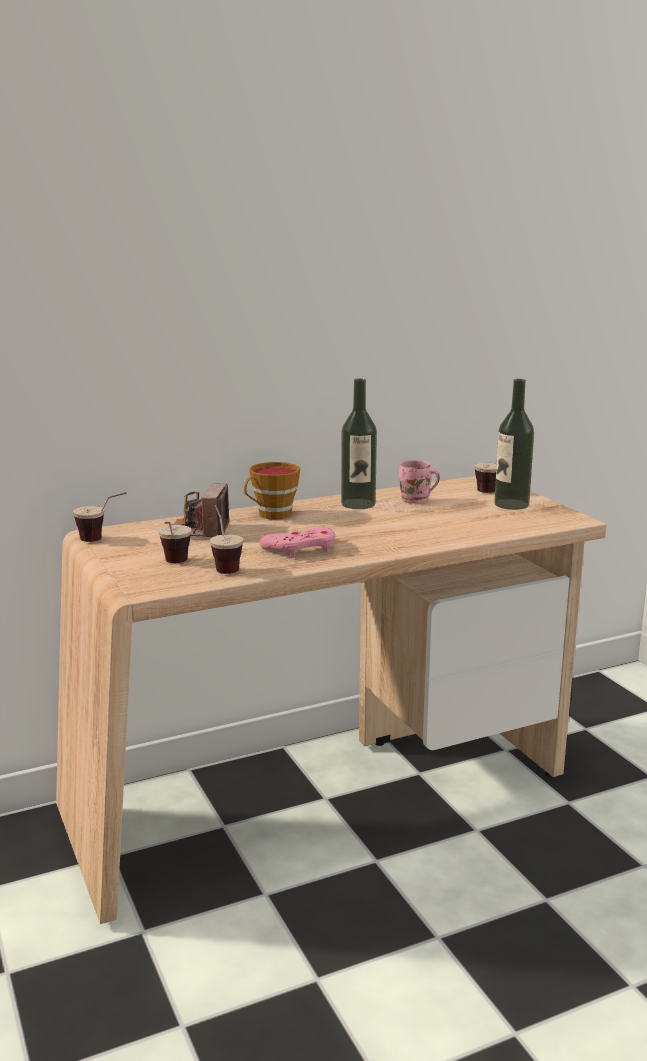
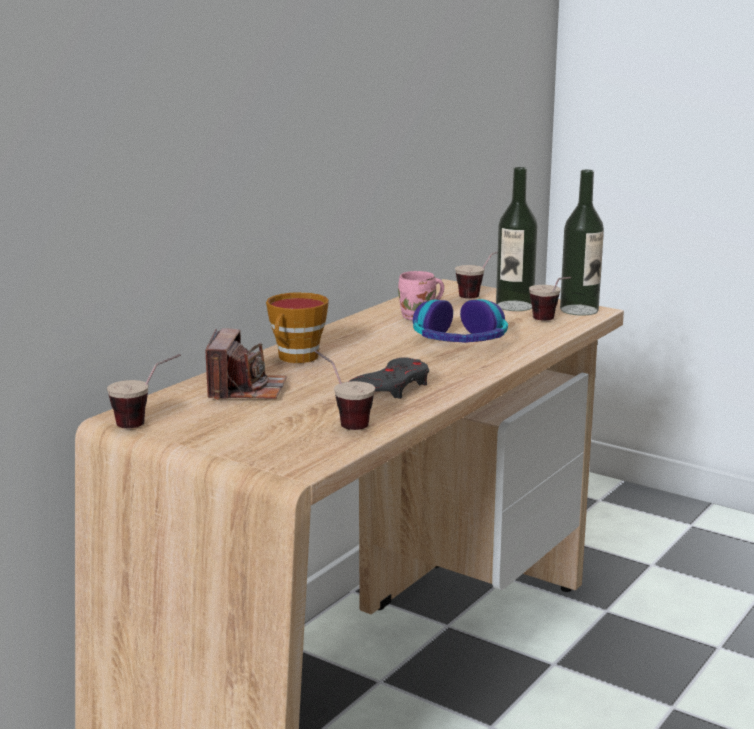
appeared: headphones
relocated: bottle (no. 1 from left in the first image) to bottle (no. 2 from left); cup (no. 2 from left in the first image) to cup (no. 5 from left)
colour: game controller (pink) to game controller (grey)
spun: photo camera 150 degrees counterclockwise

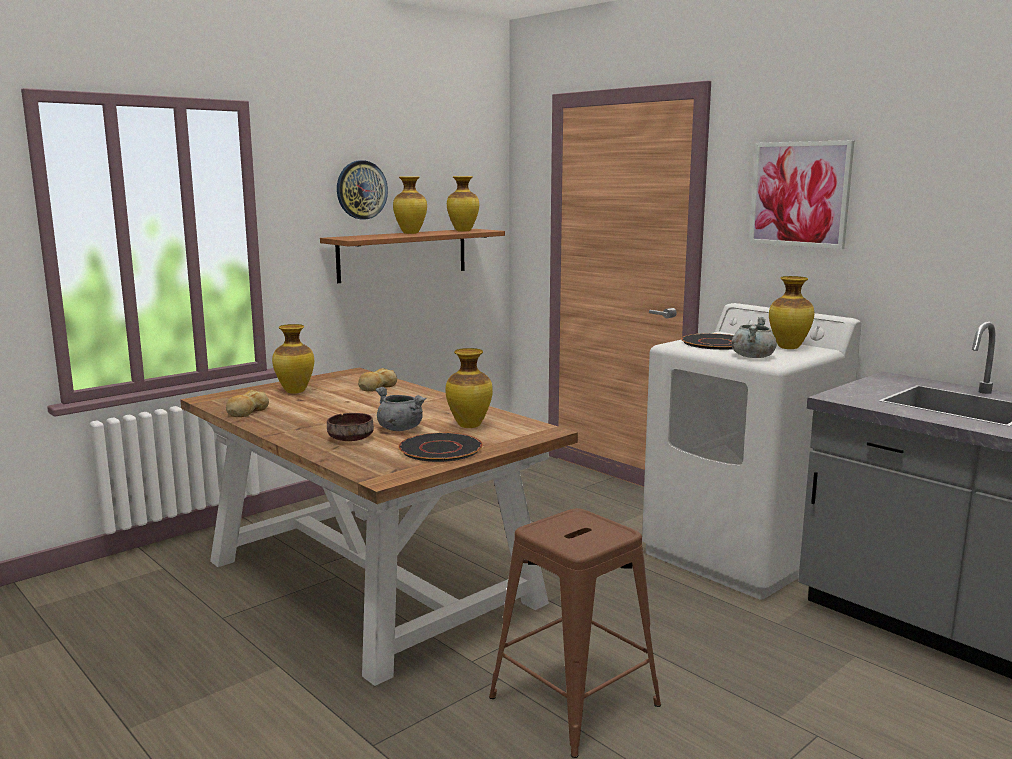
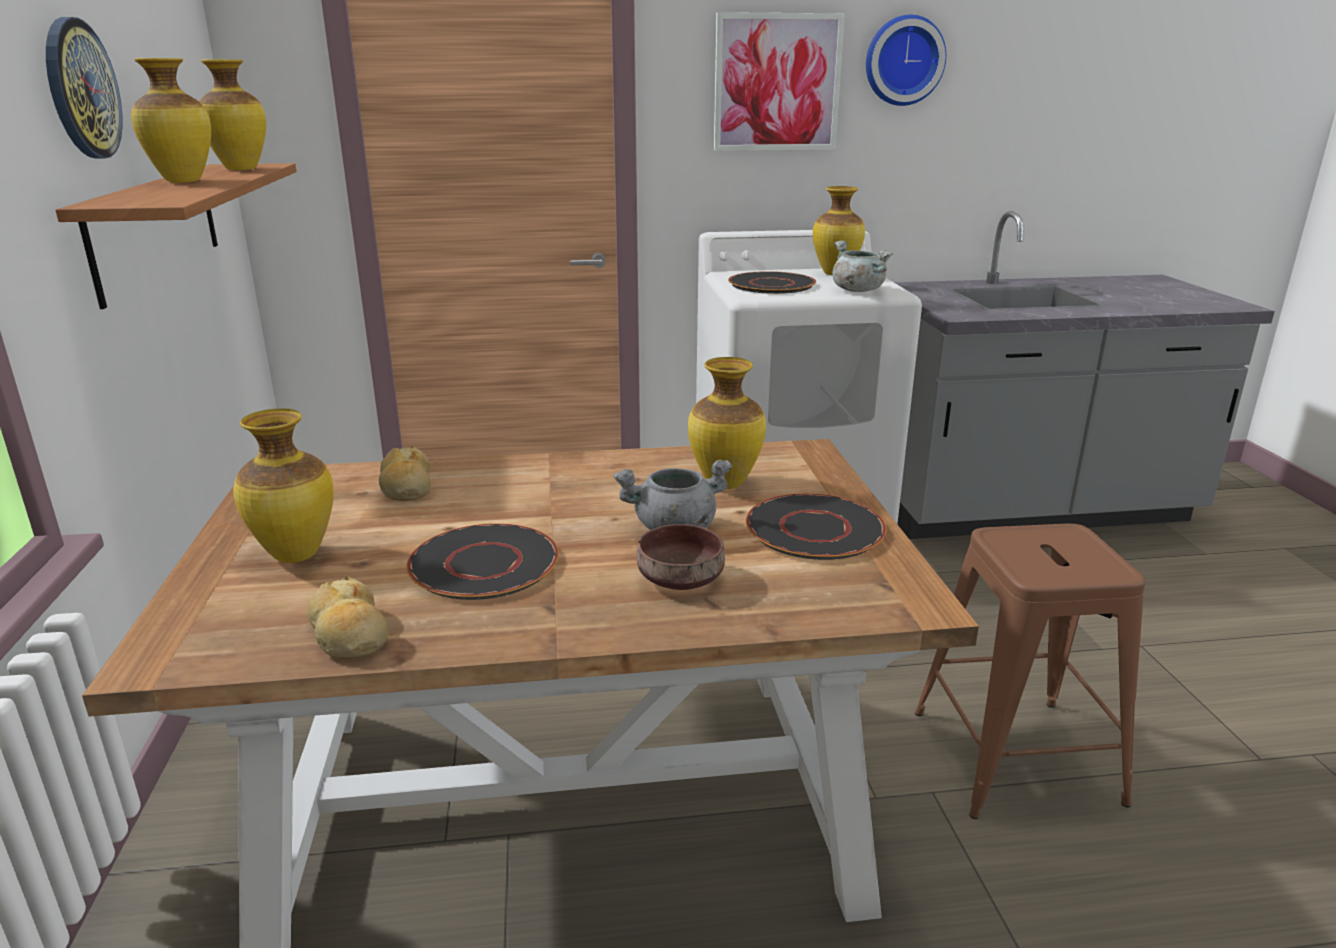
appeared: wall clock (no. 2 from left); plate (black) (no. 1 from left)

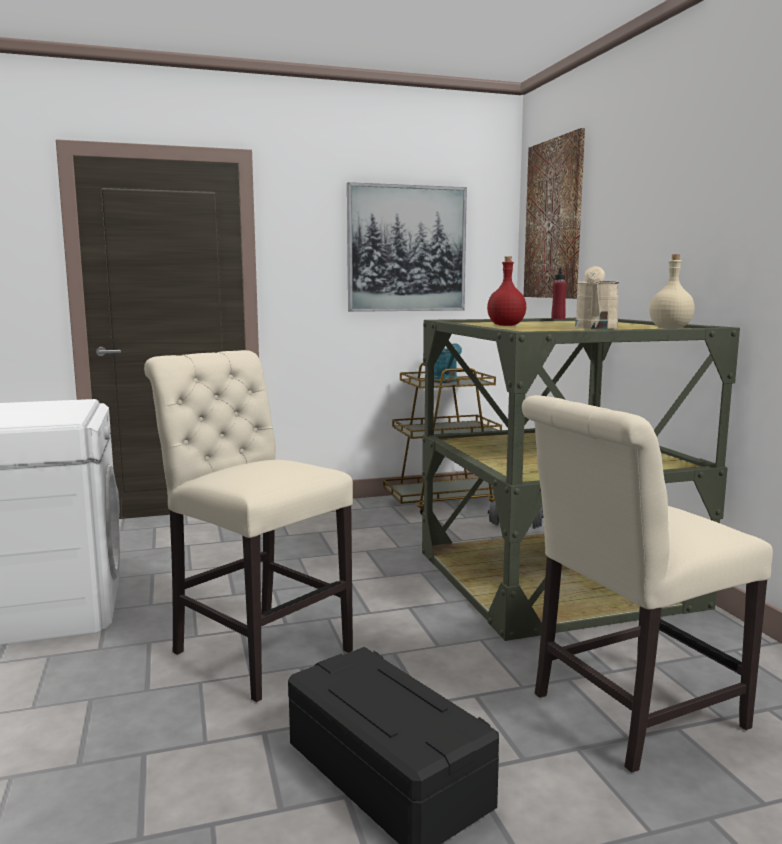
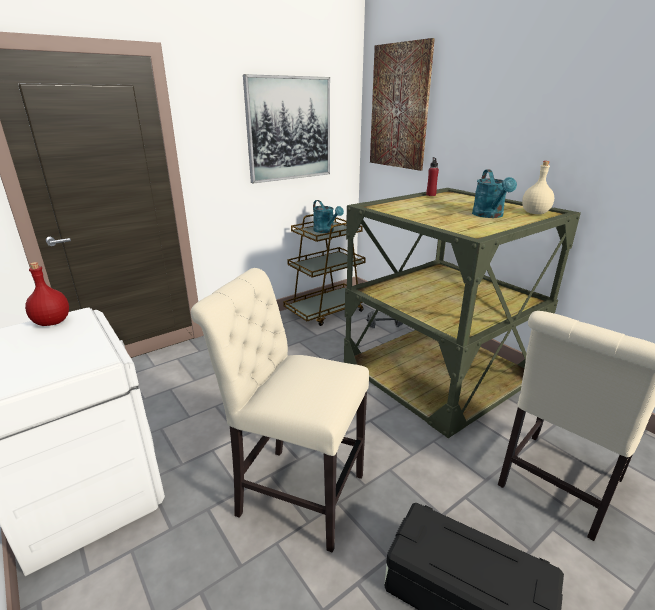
relocated: bottle (red) (no. 1 from left)
colour: watering can (beige) to watering can (turquoise) (no. 2 from left)

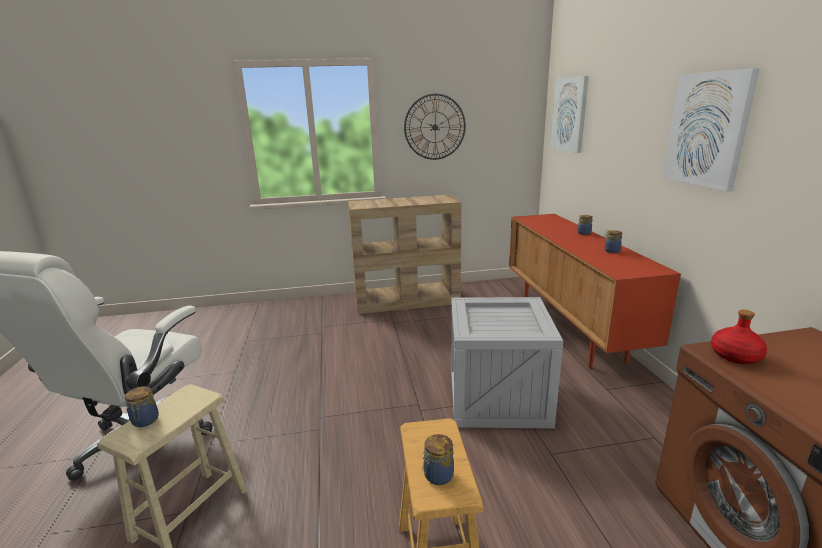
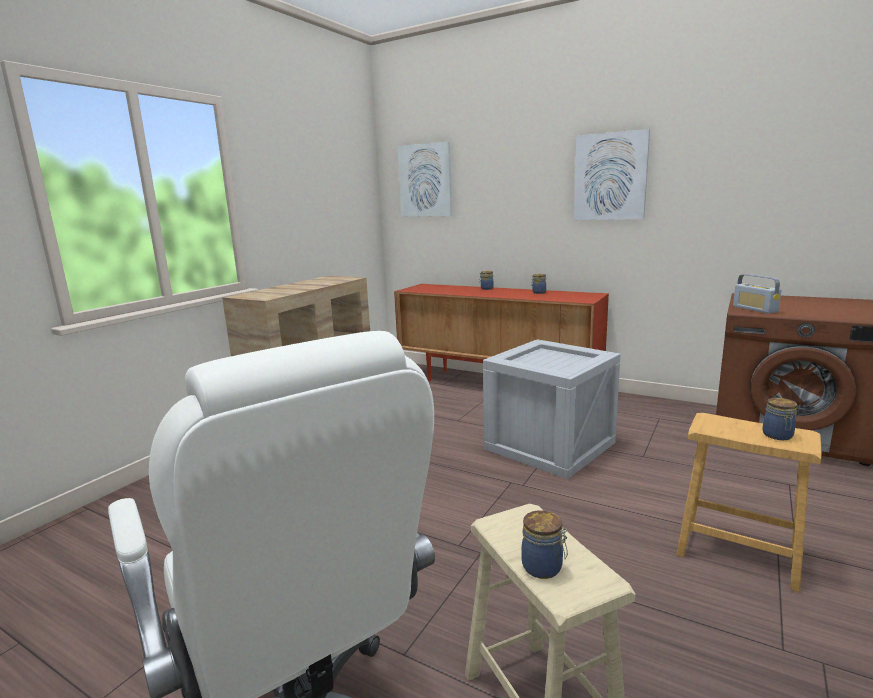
missing: wall clock
exchanged: bottle (red) to radio

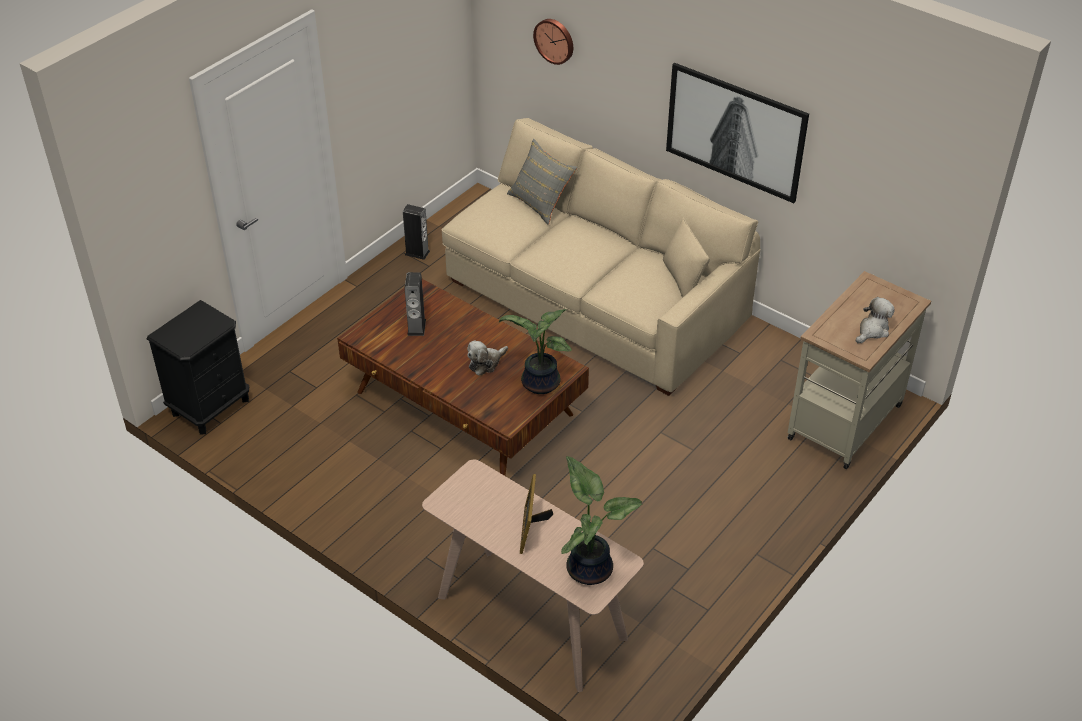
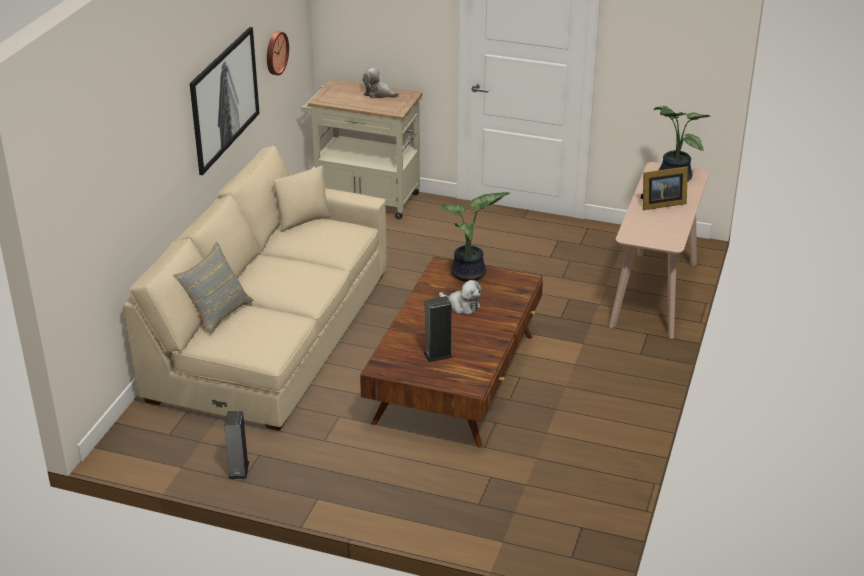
missing: nightstand (black)
relocated: wall clock

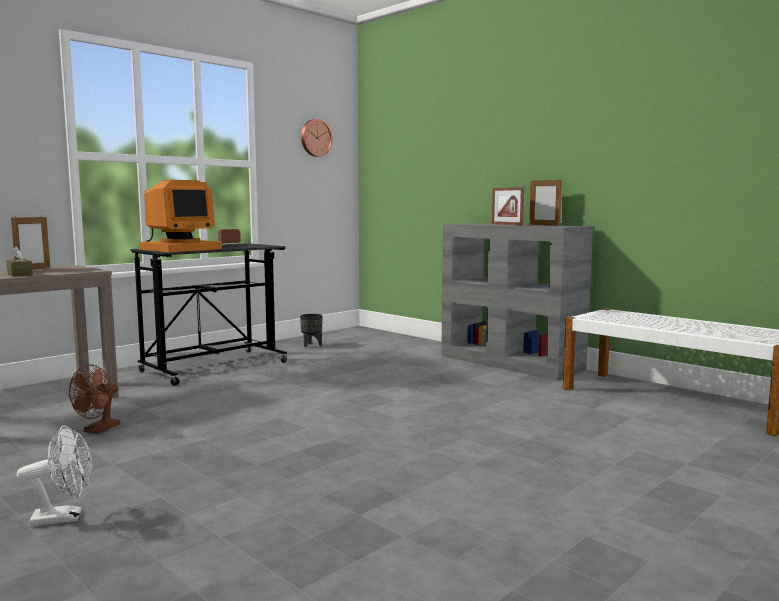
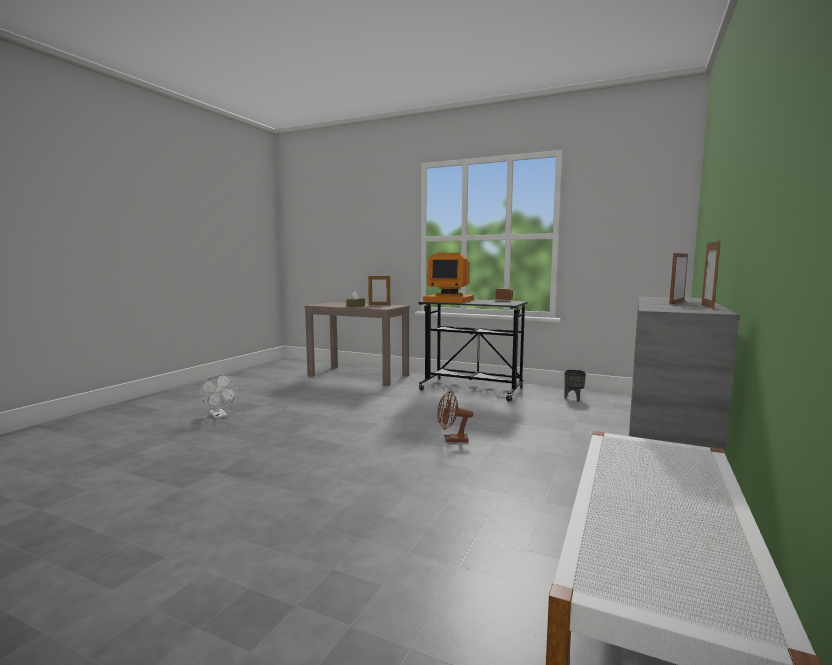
missing: wall clock
relocated: fan (brown)

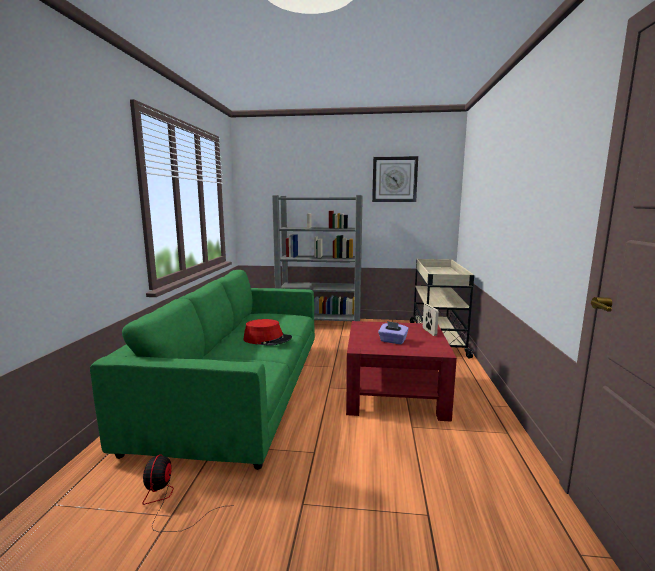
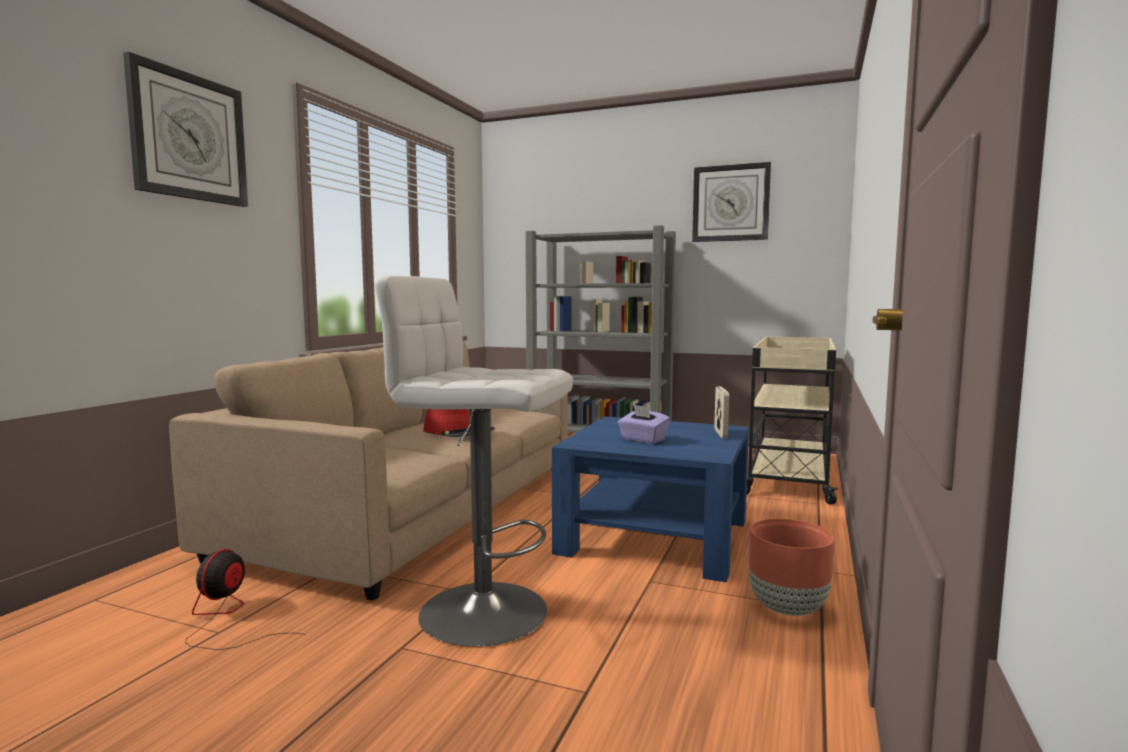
appeared: wall clock (no. 1 from left); stool (white); planter (brown)
colour: sofa (green) to sofa (beige); coffee table (red) to coffee table (blue)

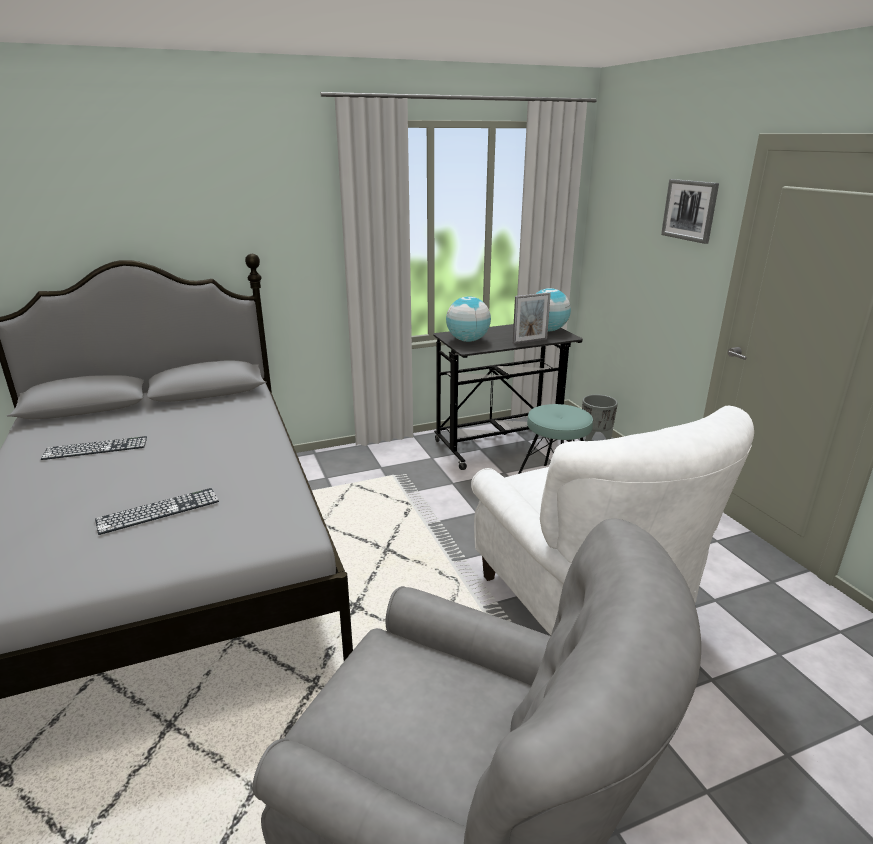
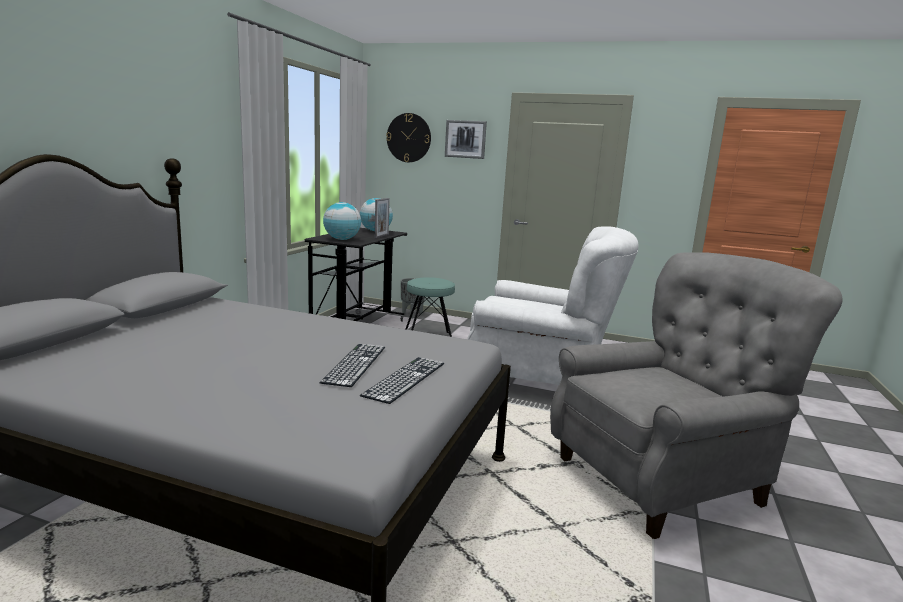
appeared: wall clock
relocated: keyboard (no. 1 from left in the first image) to keyboard (no. 2 from left)

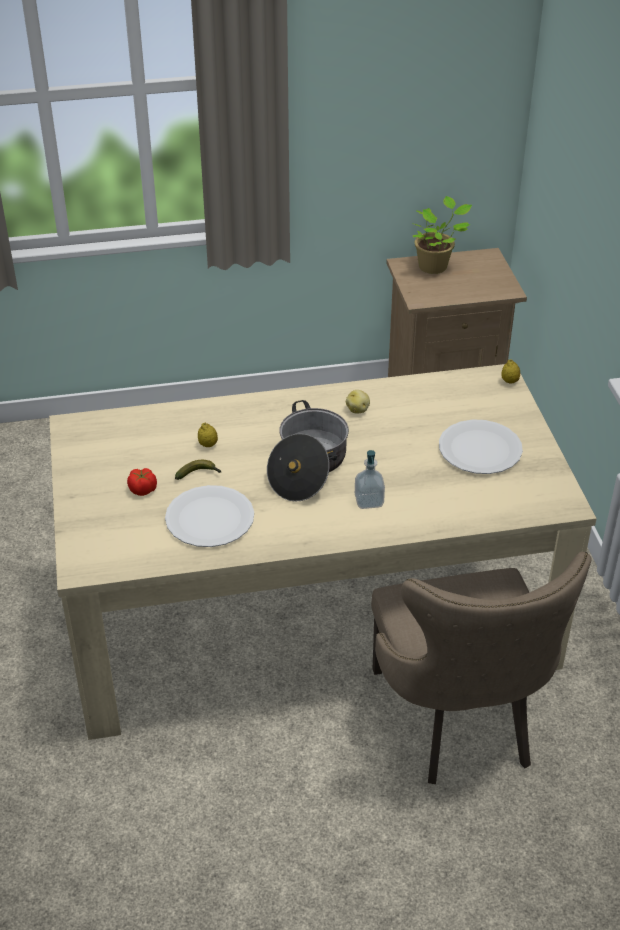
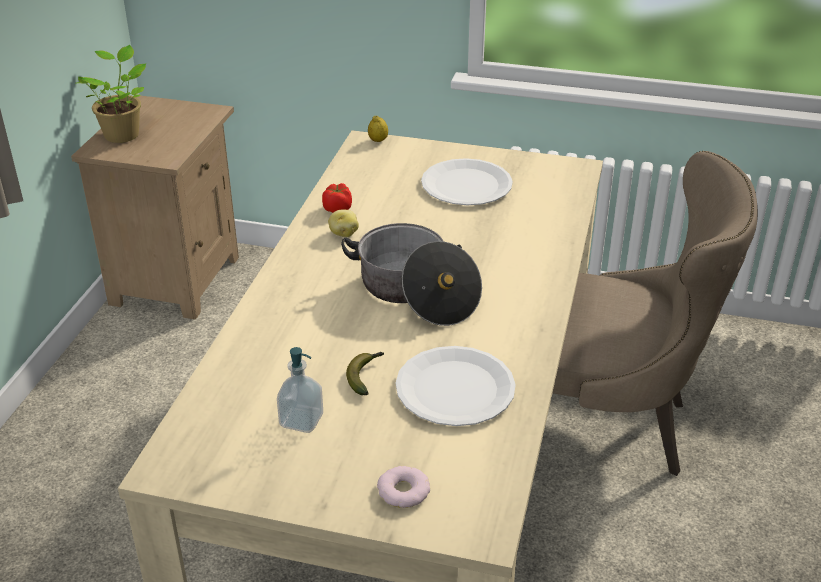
missing: lemon (no. 1 from left)
appeared: donut
relocated: soap dispenser; tomato

